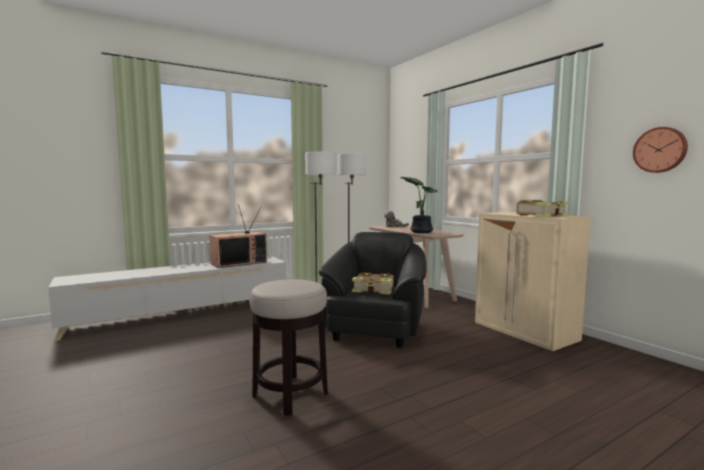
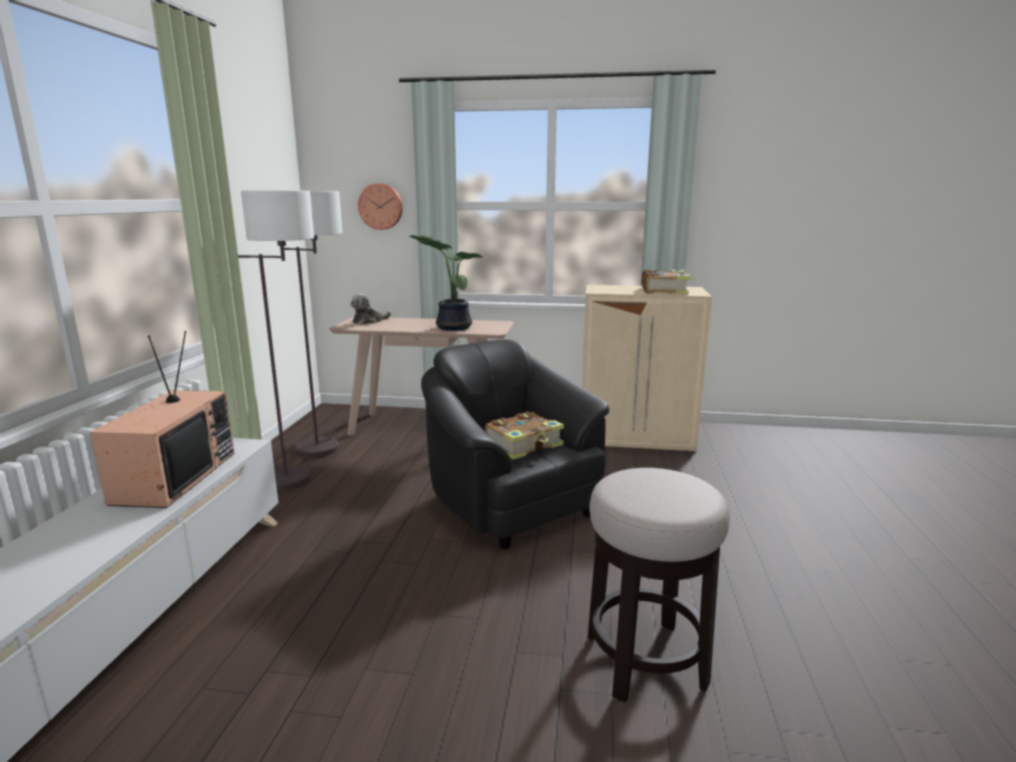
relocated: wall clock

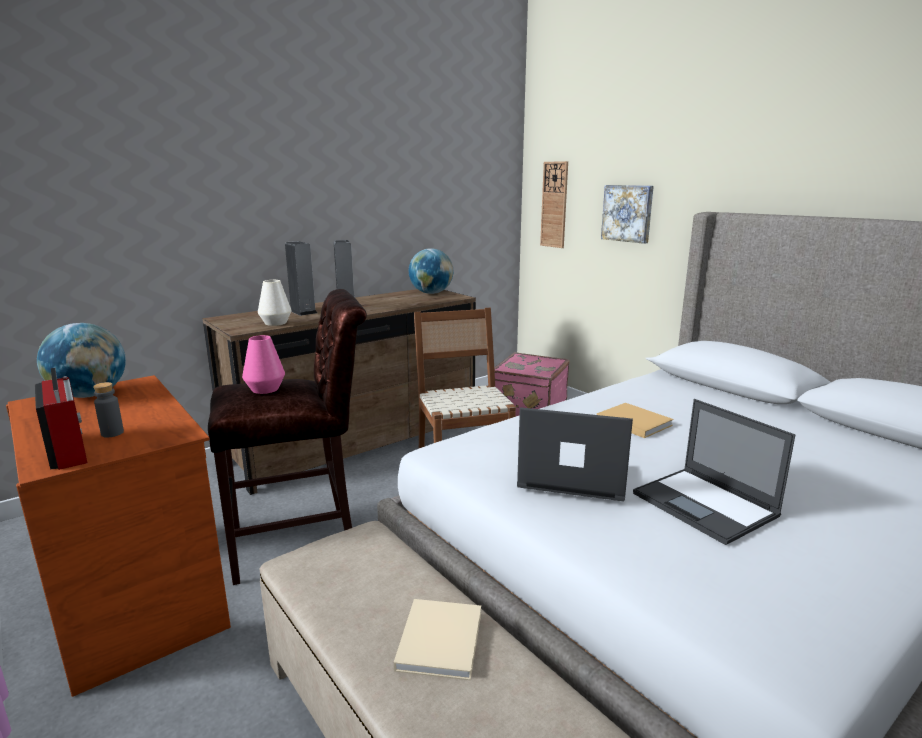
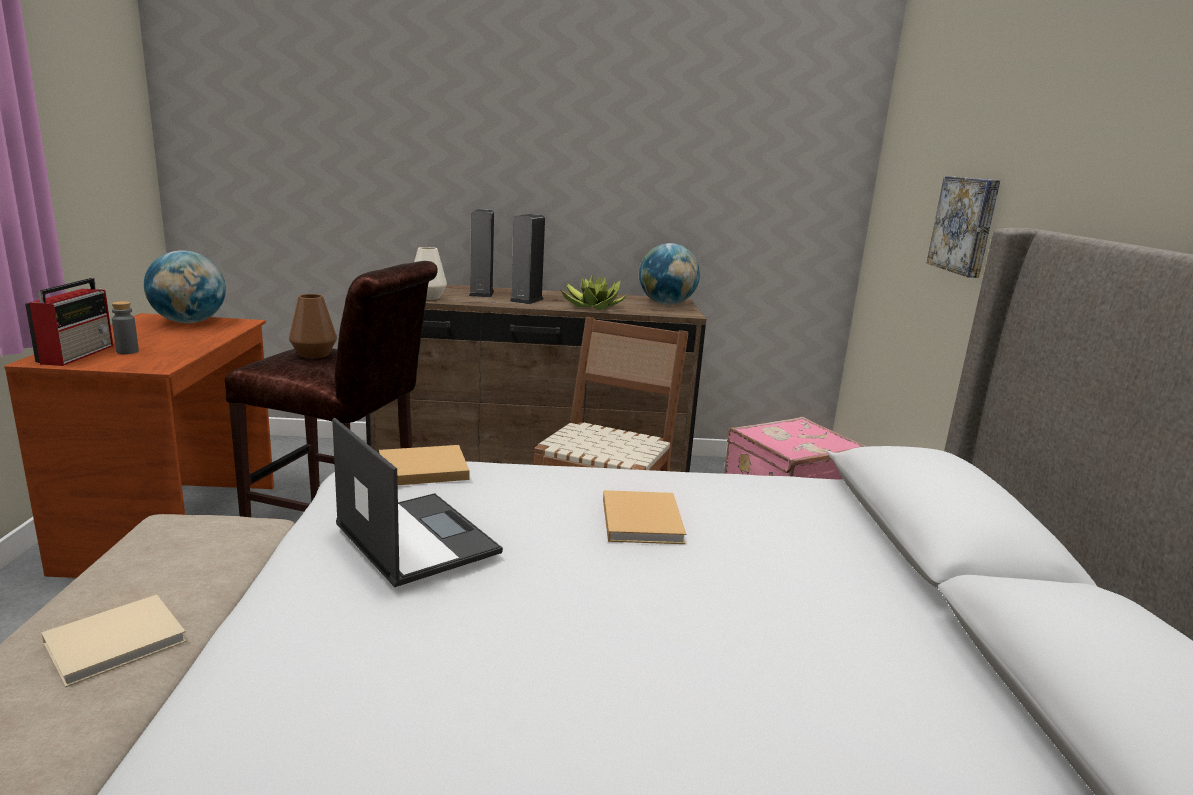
missing: wall clock; laptop (no. 2 from left)
appeared: potted plant; book (beige) (no. 2 from left)
colour: vase (pink) to vase (brown)

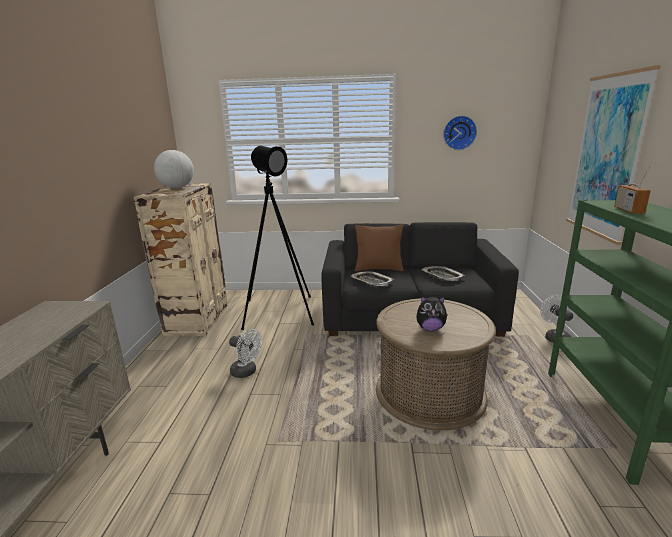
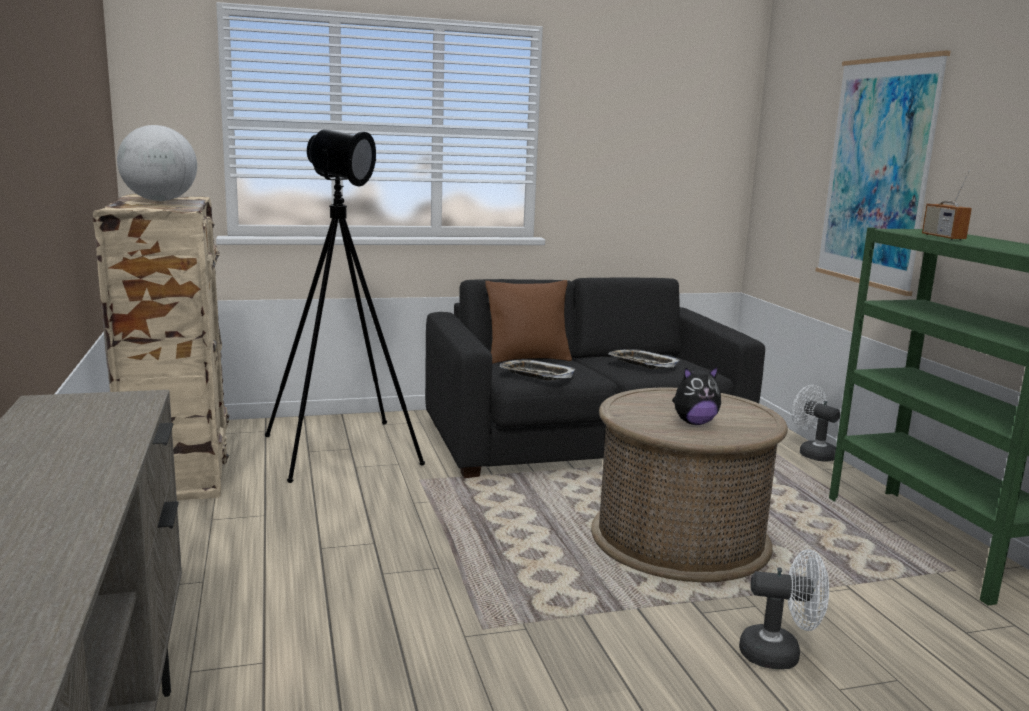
missing: wall clock
relocated: fan (white) (no. 1 from left)

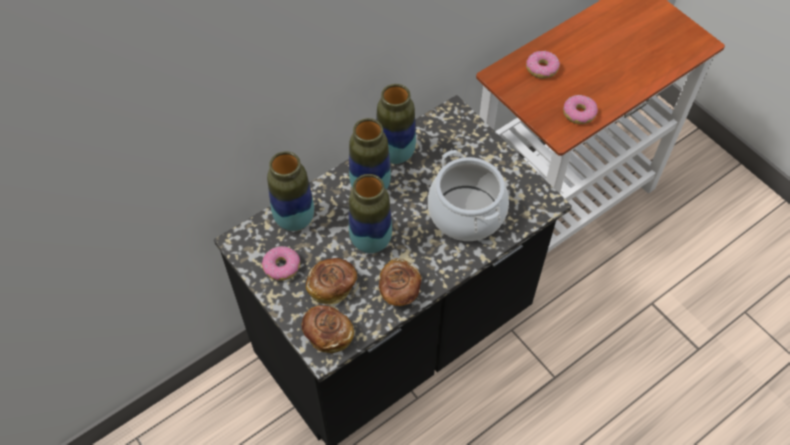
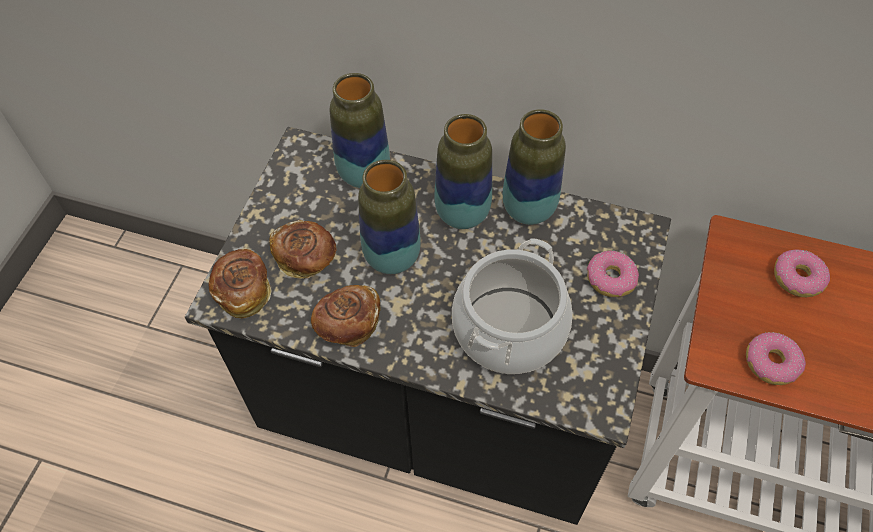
relocated: donut (no. 1 from left)

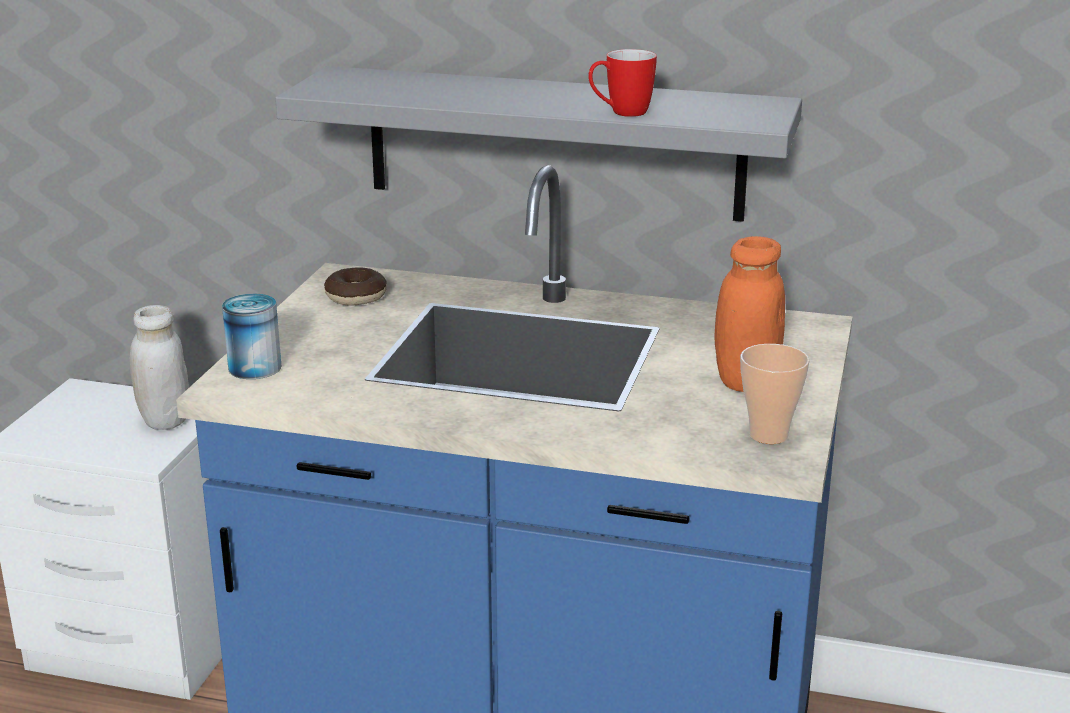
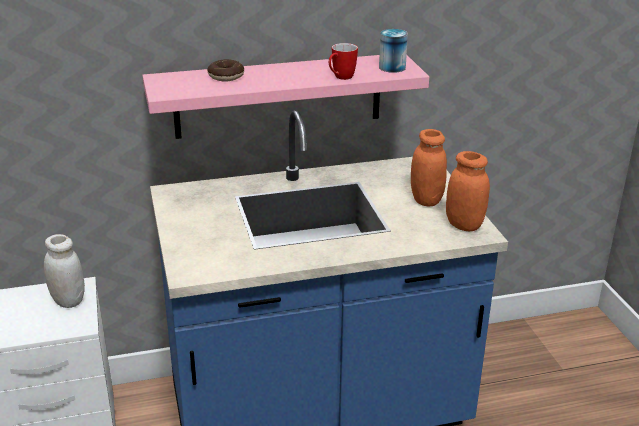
relocated: donut; can
exchanged: cup to jar (orange) (no. 2 from left)
colour: shelf (grey) to shelf (pink)

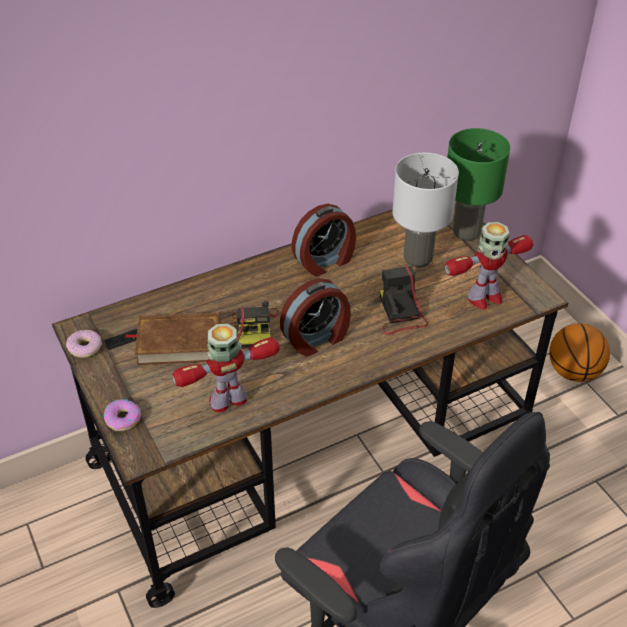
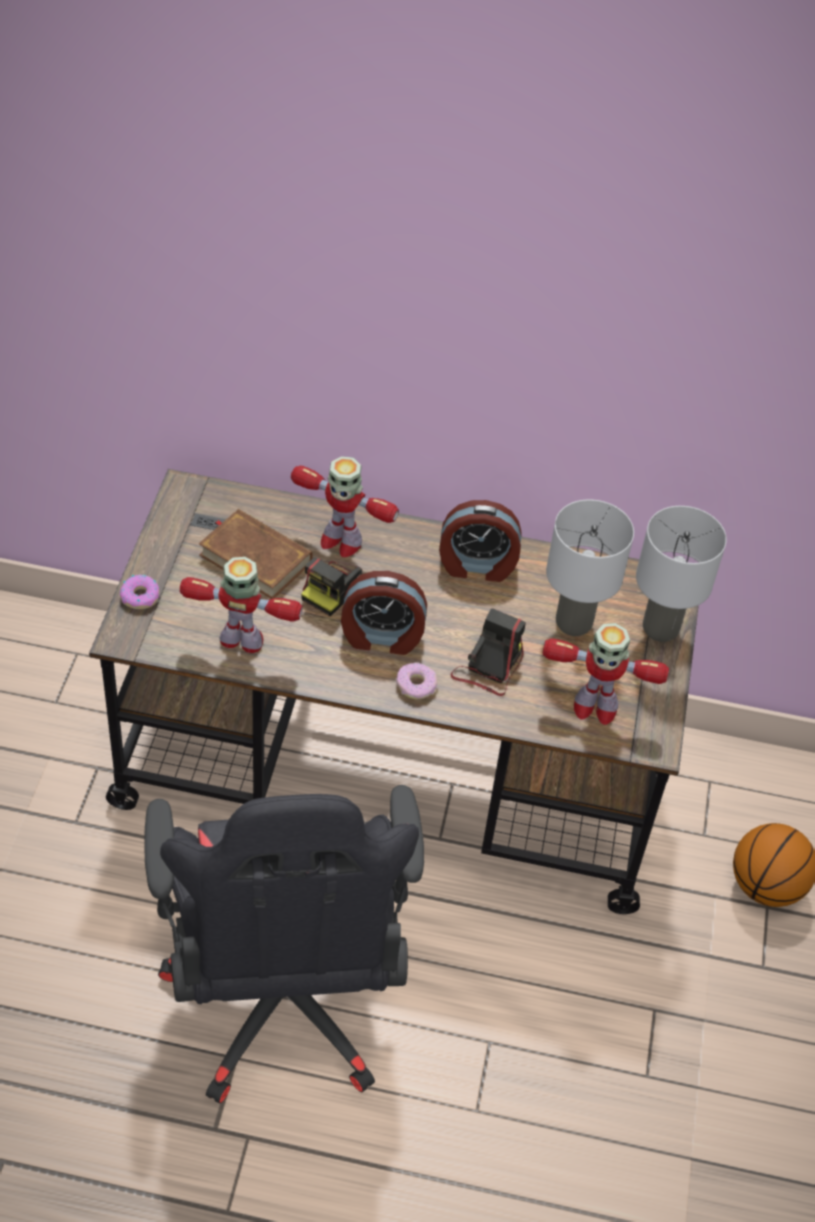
appeared: toy robot (no. 2 from left)
relocated: donut (no. 1 from left in the first image) to donut (no. 2 from left)
colour: table lamp (green) to table lamp (white) (no. 2 from left)

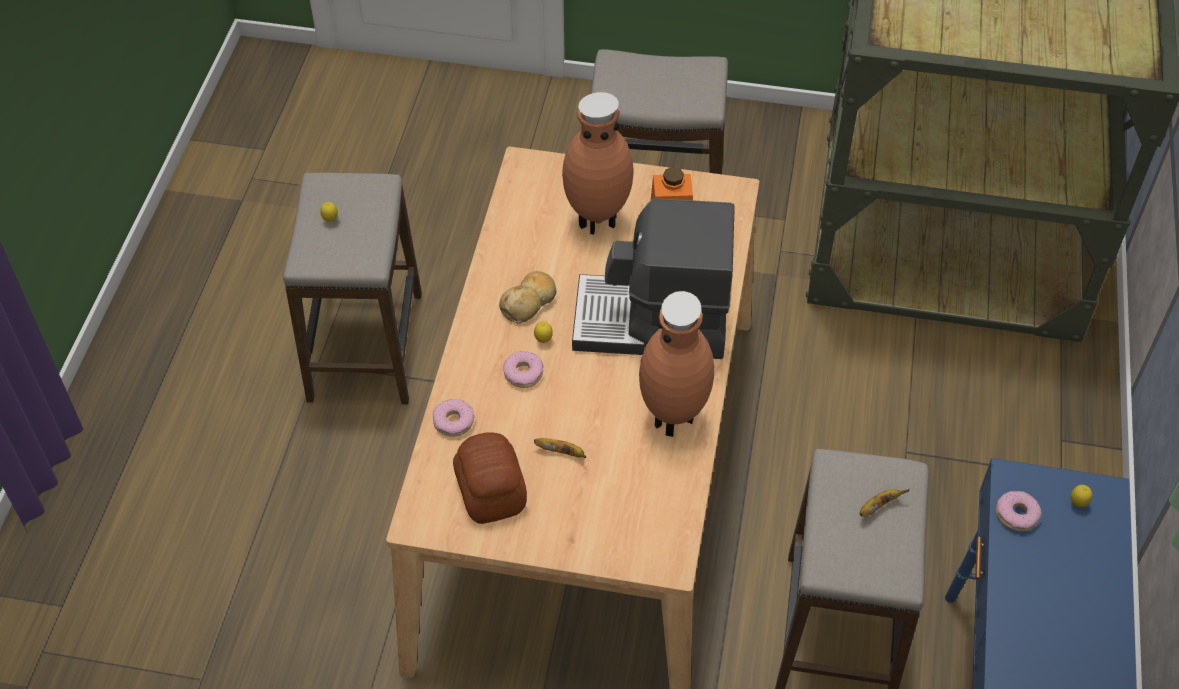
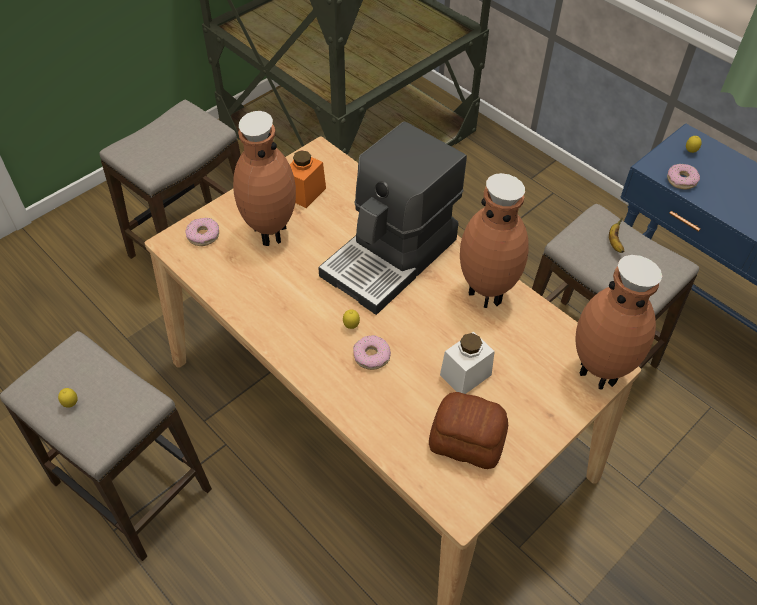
missing: bread (no. 2 from left)
appeared: vase (brown) (no. 3 from left)
relocated: donut (no. 1 from left)
exchanged: banana (no. 1 from left) to jar (white)

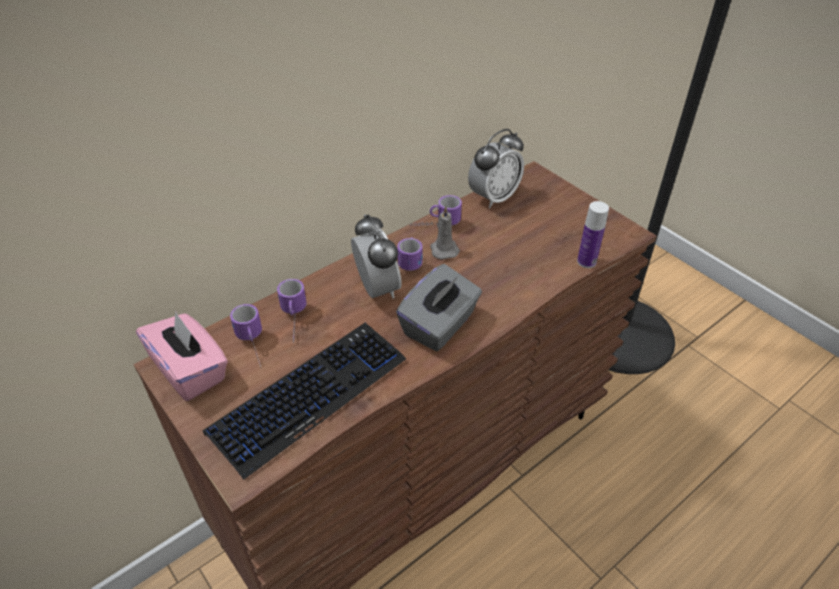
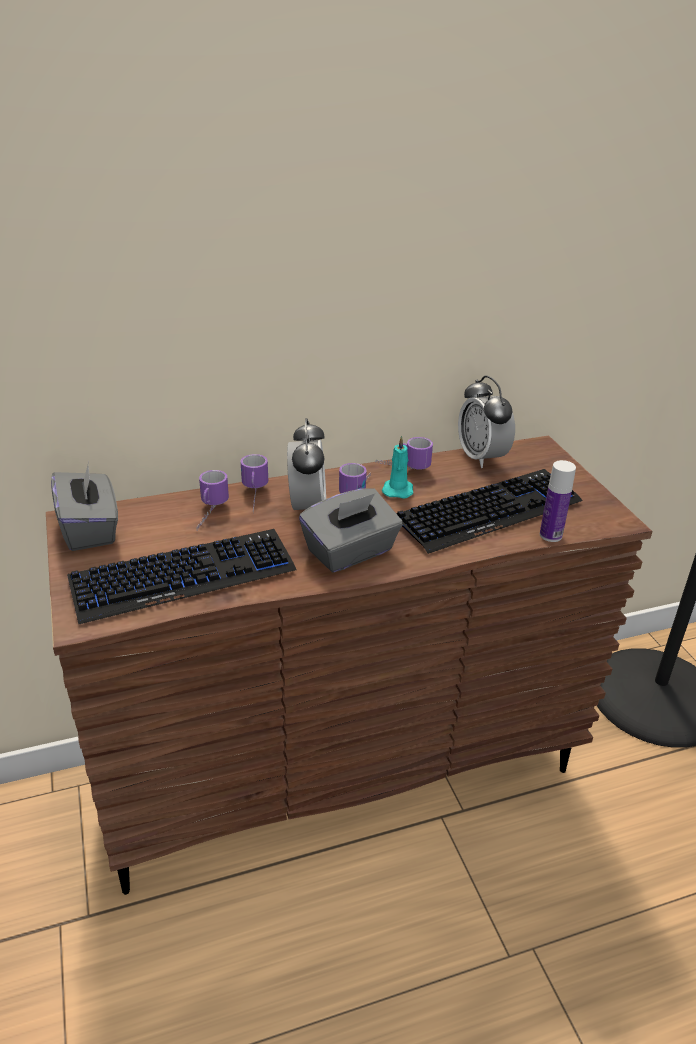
appeared: keyboard (no. 2 from left)
relocated: mug (no. 1 from left in the first image) to mug (no. 2 from left)
colour: candle (grey) to candle (turquoise); tissue box (pink) to tissue box (grey) (no. 1 from left)
spun: alarm clock (no. 2 from left) 90 degrees clockwise

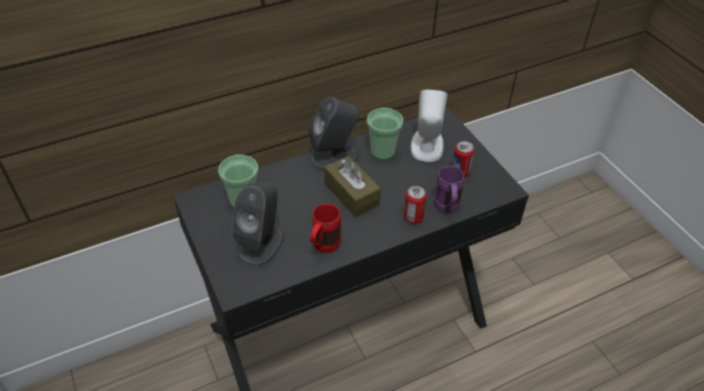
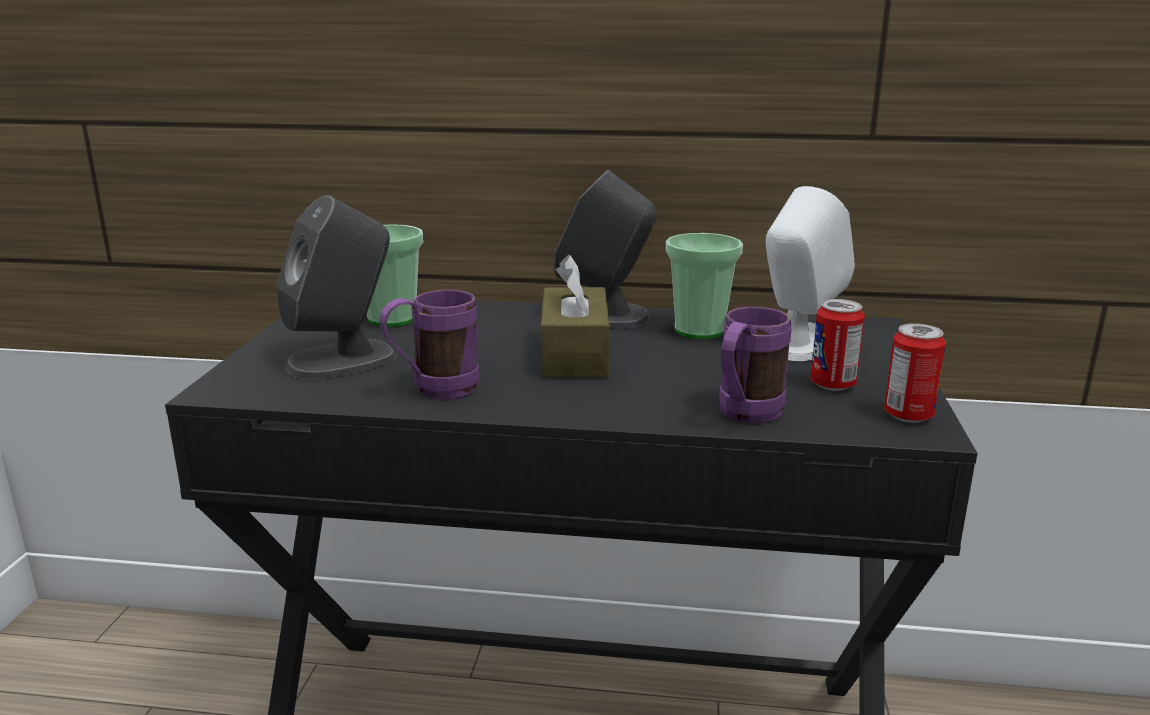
relocated: can (no. 1 from left in the first image) to can (no. 2 from left)
colour: mug (red) to mug (purple) (no. 1 from left)

